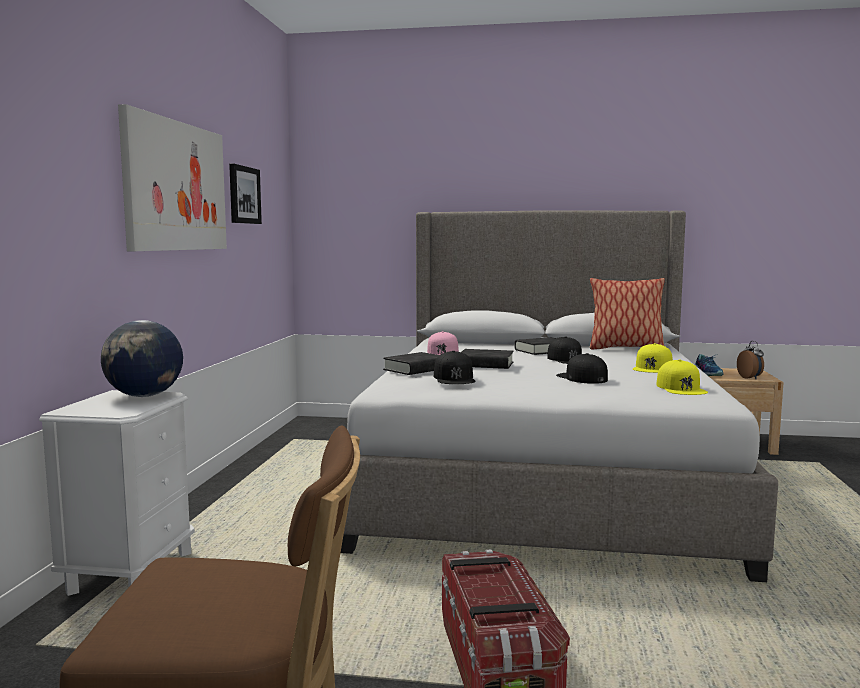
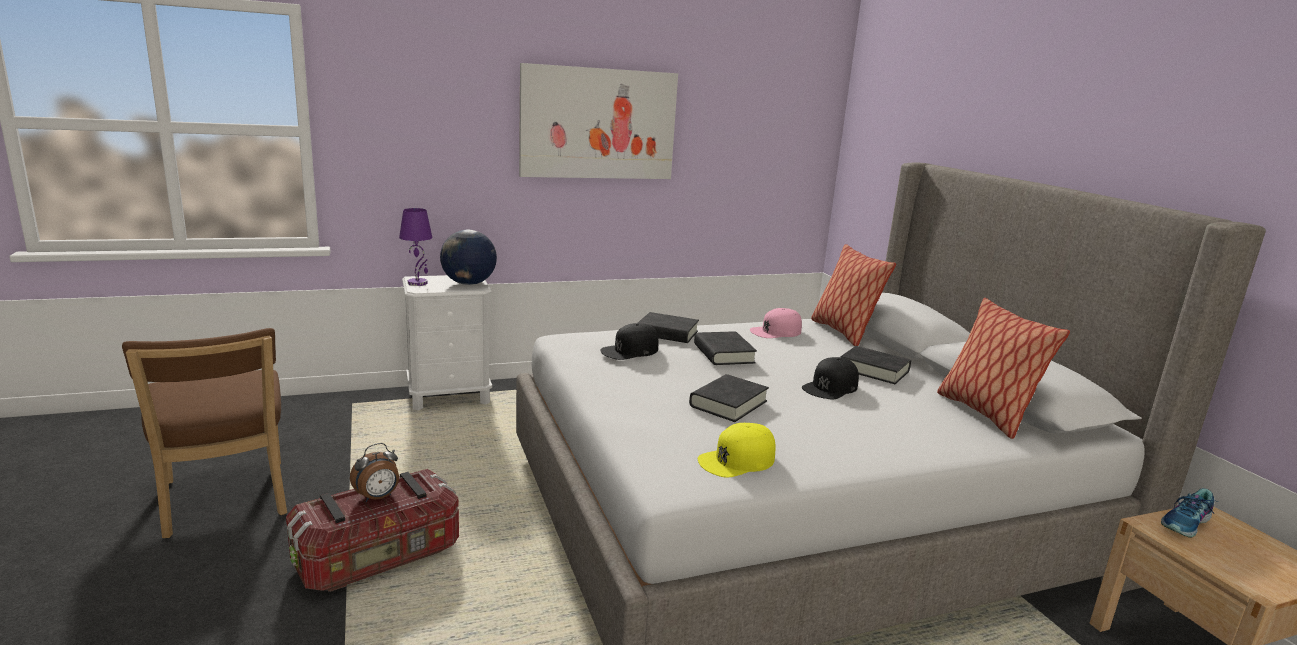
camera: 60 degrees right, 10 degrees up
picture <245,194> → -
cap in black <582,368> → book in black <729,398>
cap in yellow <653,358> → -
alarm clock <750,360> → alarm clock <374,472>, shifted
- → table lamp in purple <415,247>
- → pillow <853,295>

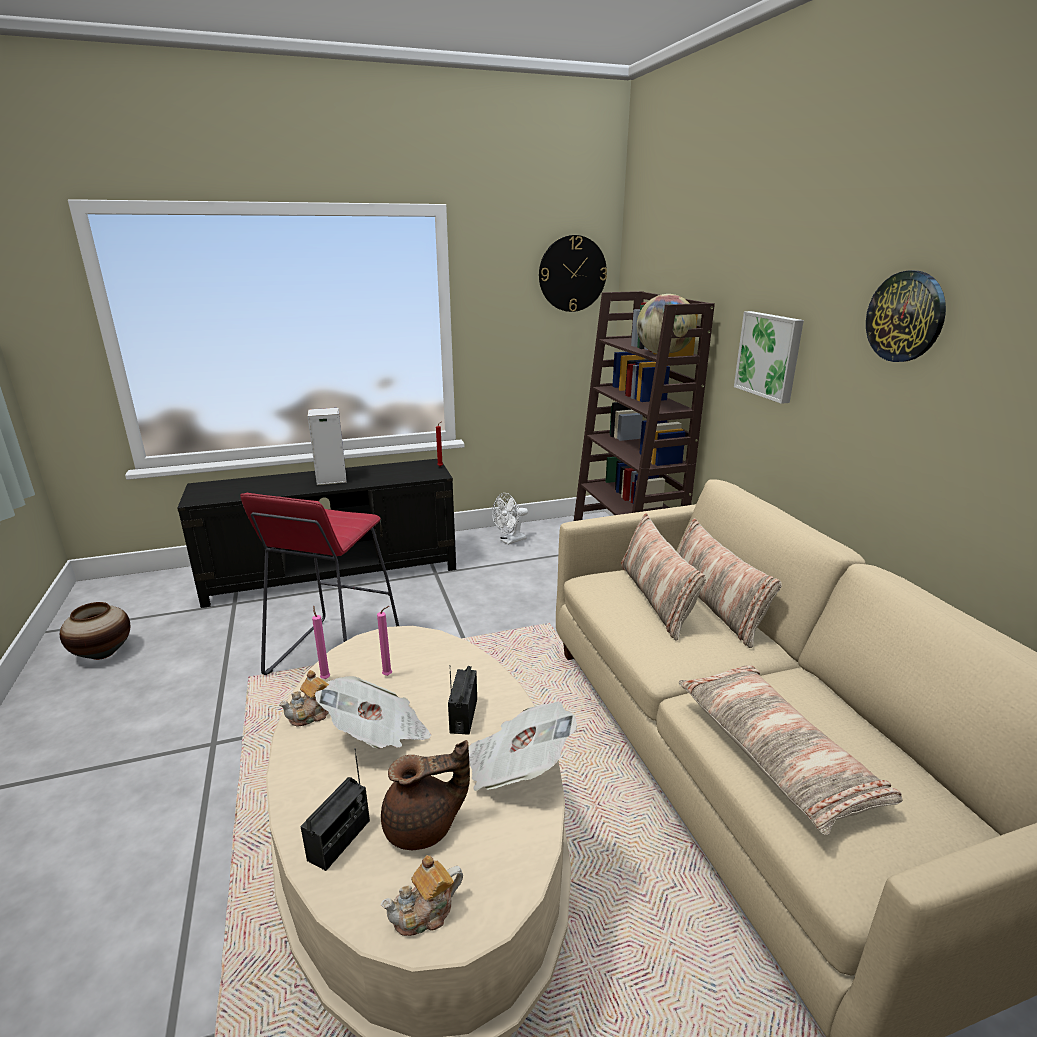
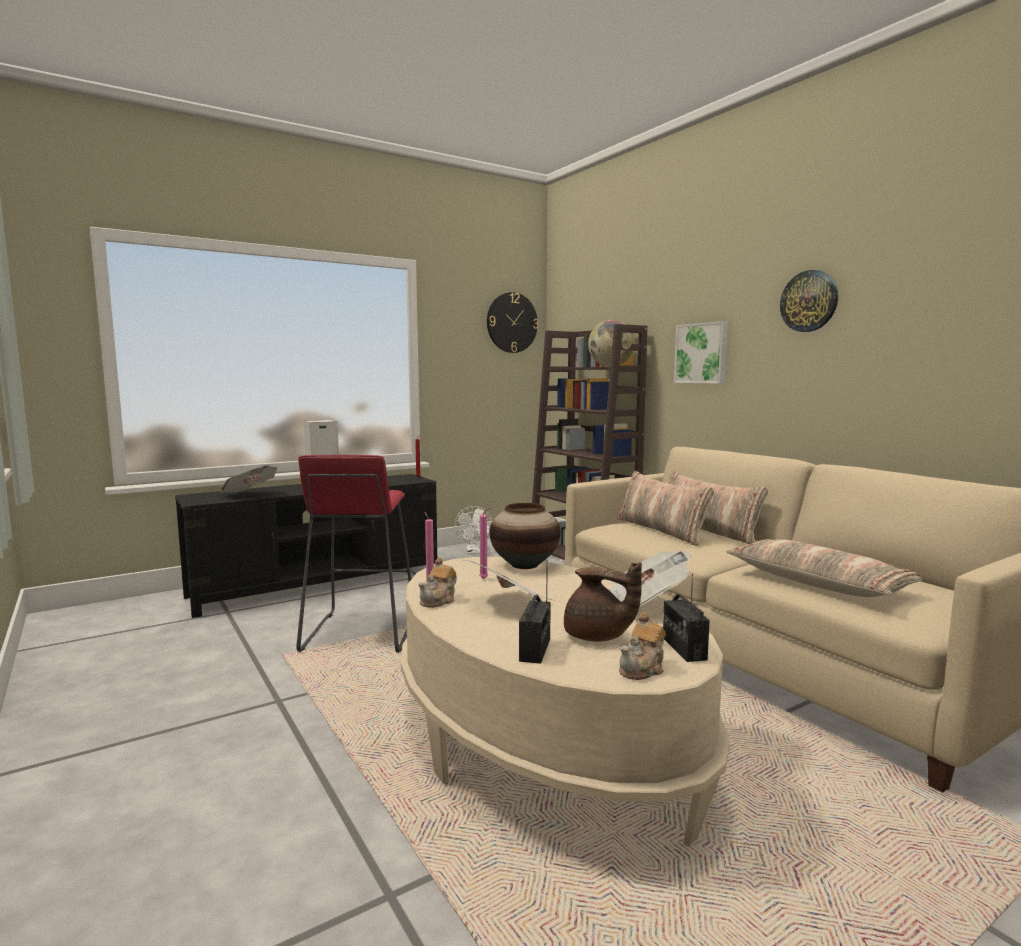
camera: 15 degrees left, 15 degrees down
vase <95,631> → vase <525,536>, shifted
teapot in brown <425,795> → teapot in brown <603,602>, 60 degrees clockwise
radio <462,700> → radio <686,618>, shifted
fan in white <510,519> → fan in white <473,530>, 45 degrees counterclockwise
- → newspaper <248,479>

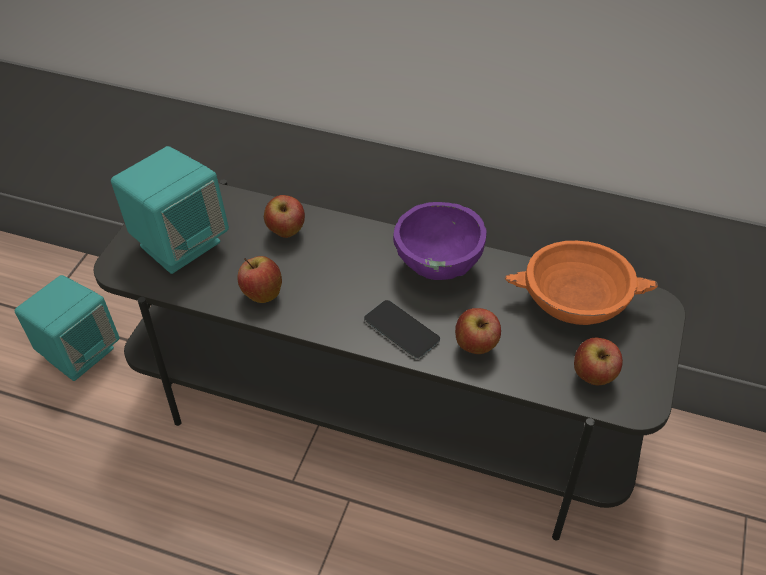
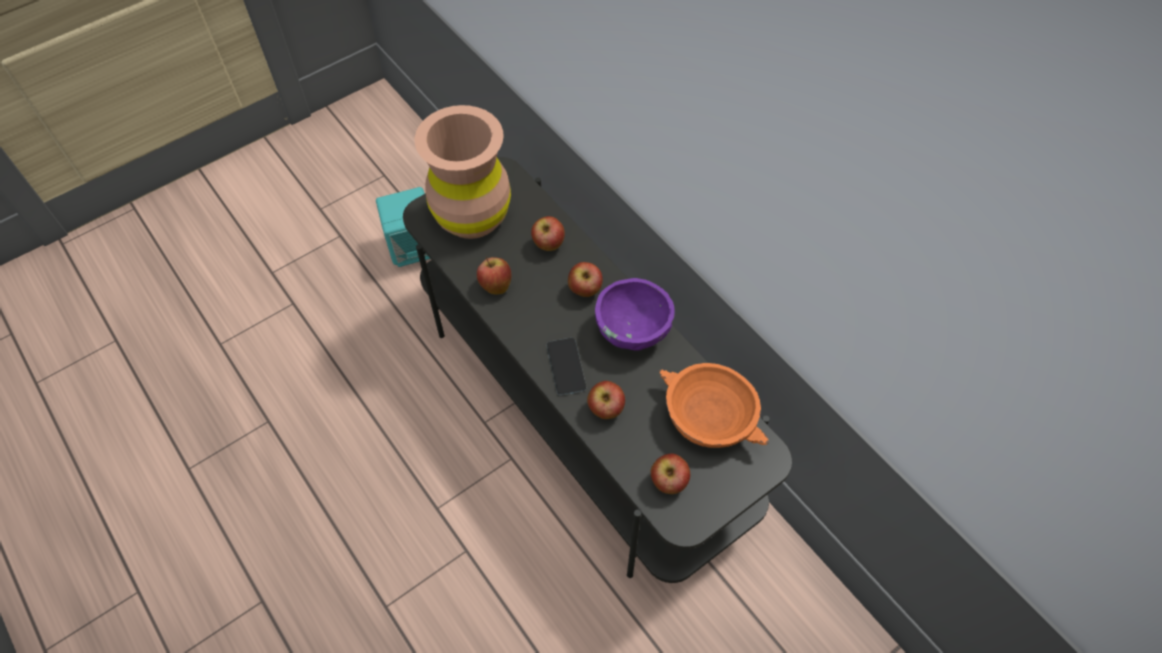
camera: 35 degrees right, 10 degrees up
speaker in turquoise <170,210> → vase in brown <463,172>
- → apple <585,279>

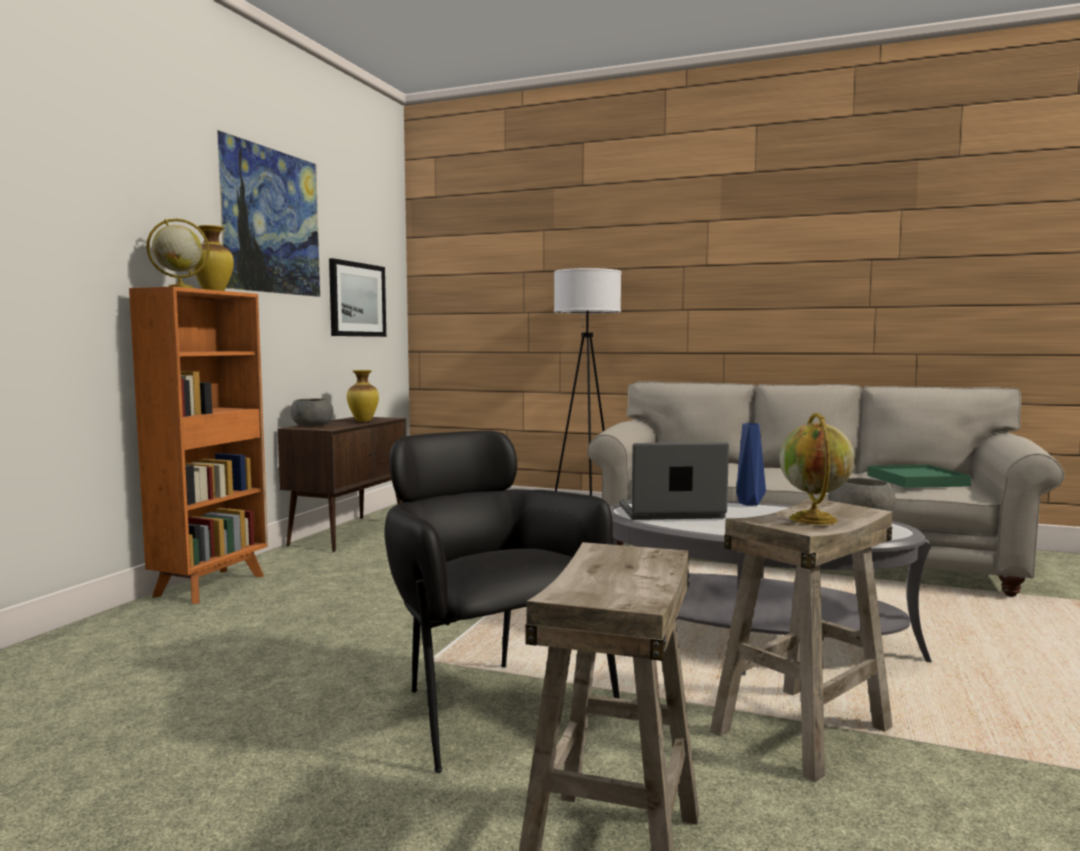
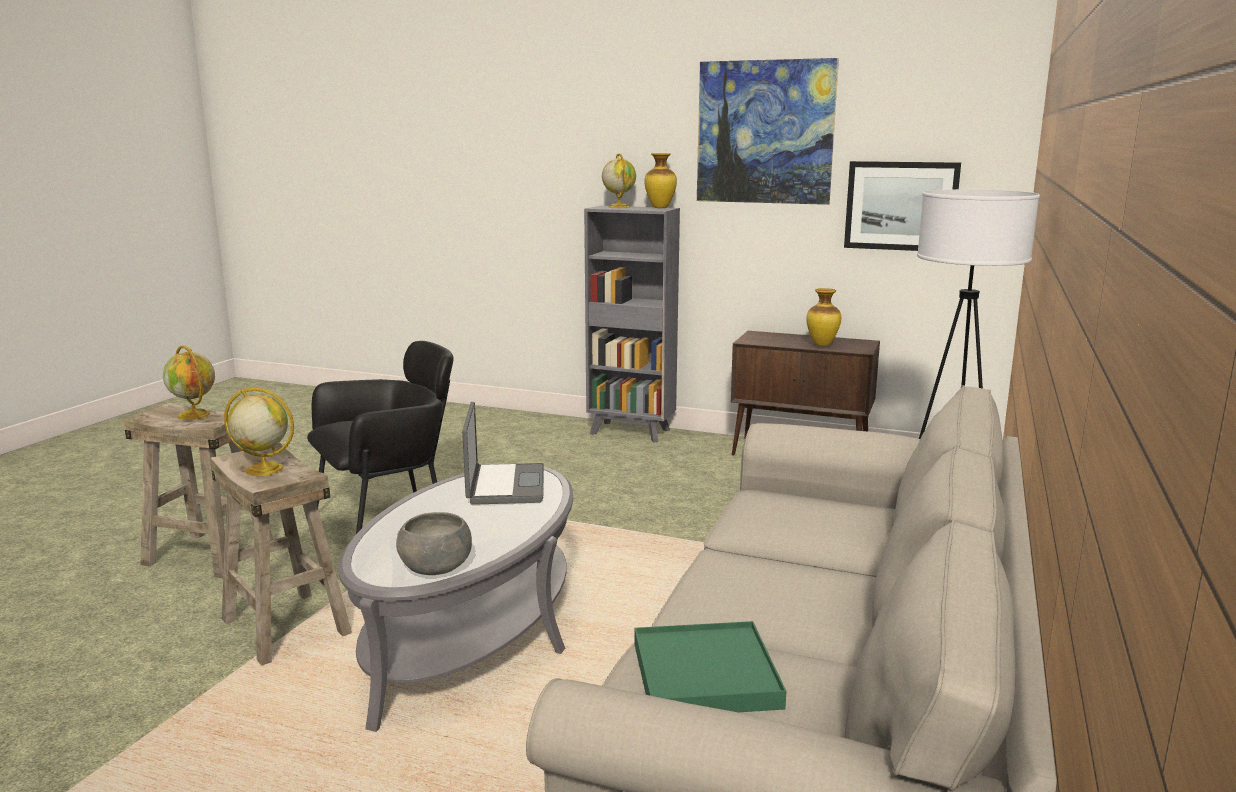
camera: 90 degrees right, 10 degrees up
bookcase in orange <198,445> → bookcase in grey <632,324>
bowl in grey <312,412> → -
vase in blue <751,464> → -
- → globe <189,382>

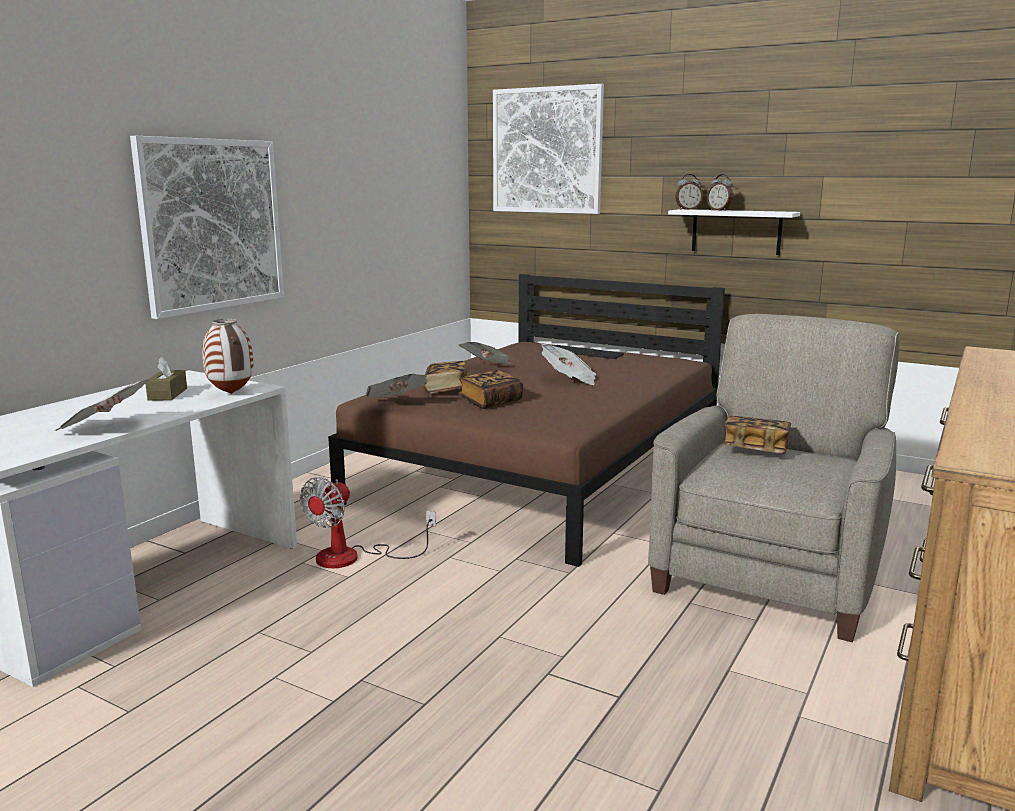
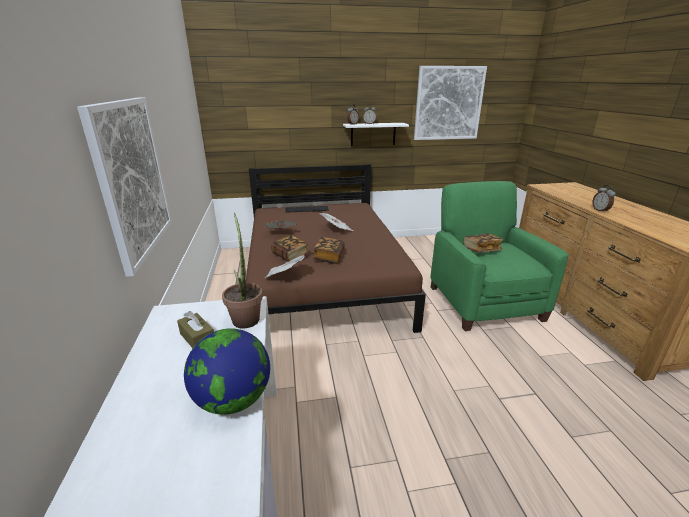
camera: 40 degrees left, 10 degrees up
newspaper <102,405> → globe <227,371>
vase <228,356> → potted plant <242,270>
fan <368,522> → -
picture <548,149> → picture <450,103>, shifted
armchair in beige <774,478> → armchair in green <500,256>
- → alarm clock <604,199>

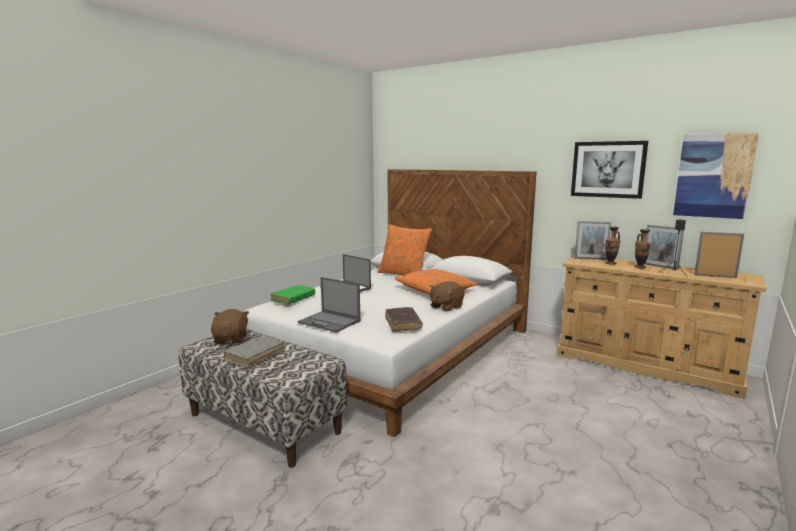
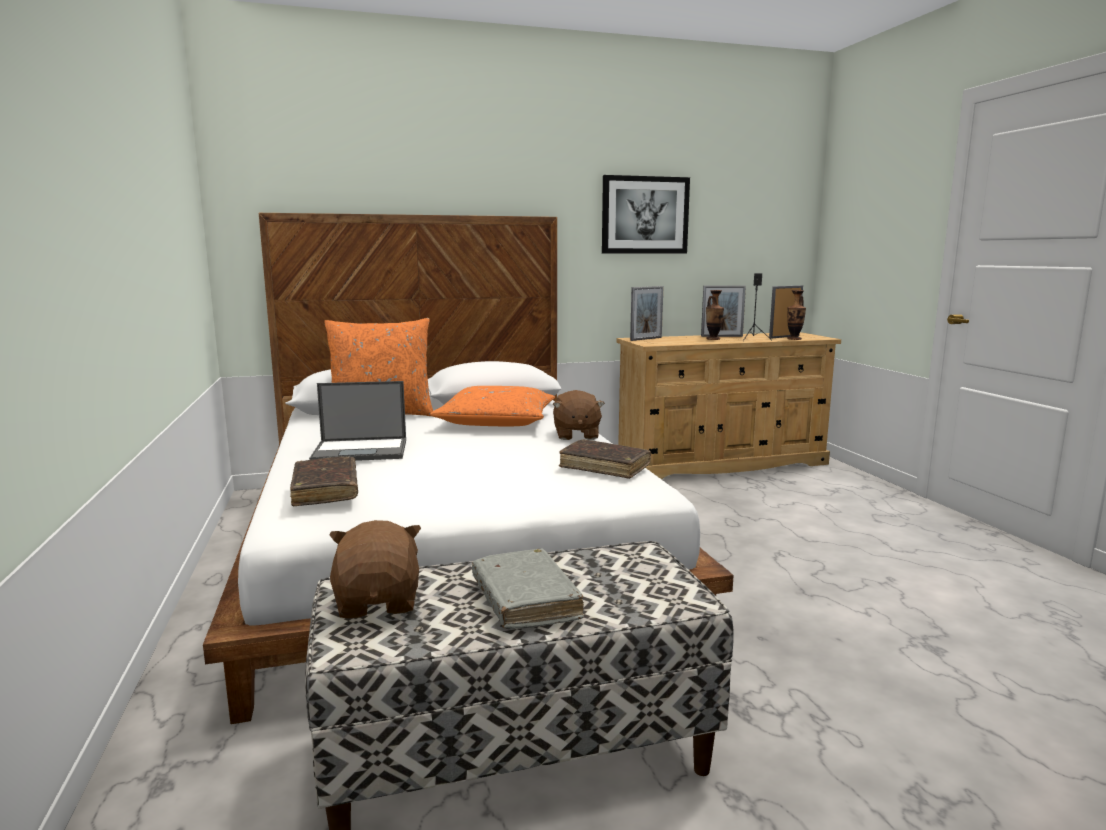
camera: 50 degrees left, 0 degrees up
plush toy in brown <230,326> → plush toy in brown <375,569>, 45 degrees clockwise
book in green <292,294> → book in brown <324,481>
laptop <329,305> → -
vase <612,246> → vase <796,315>, shifted
picture <716,176> → -

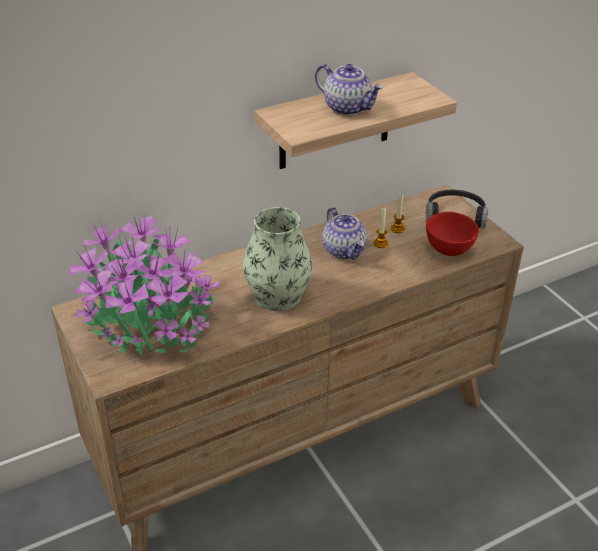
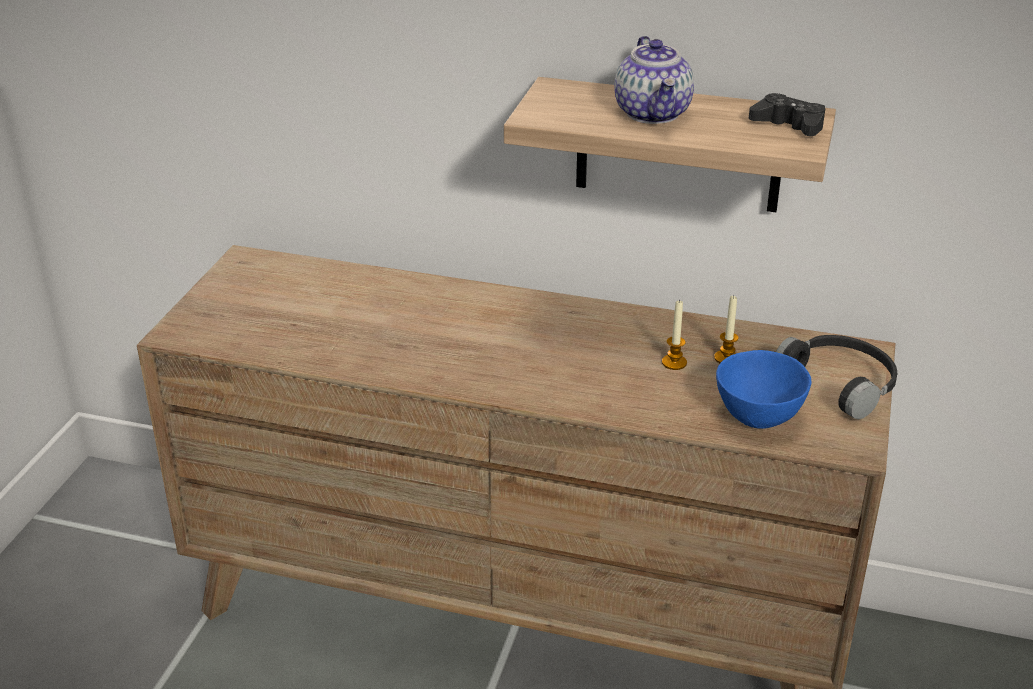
camera: 45 degrees right, 5 degrees down
potted plant <144,285> → -
vase <277,259> → -
teapot <344,233> → -
bowl in red <452,234> → bowl in blue <763,389>
- → game controller in black <787,114>

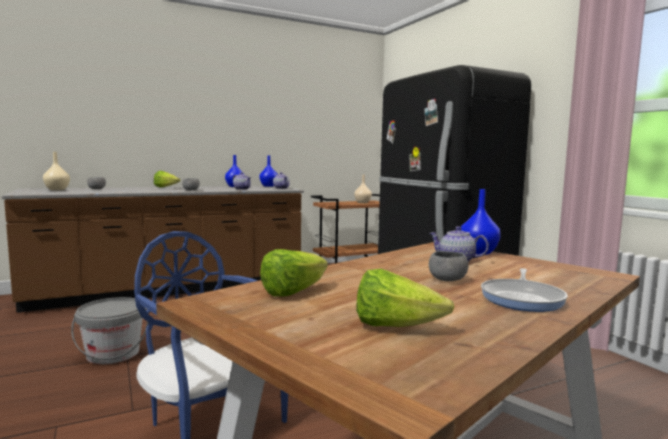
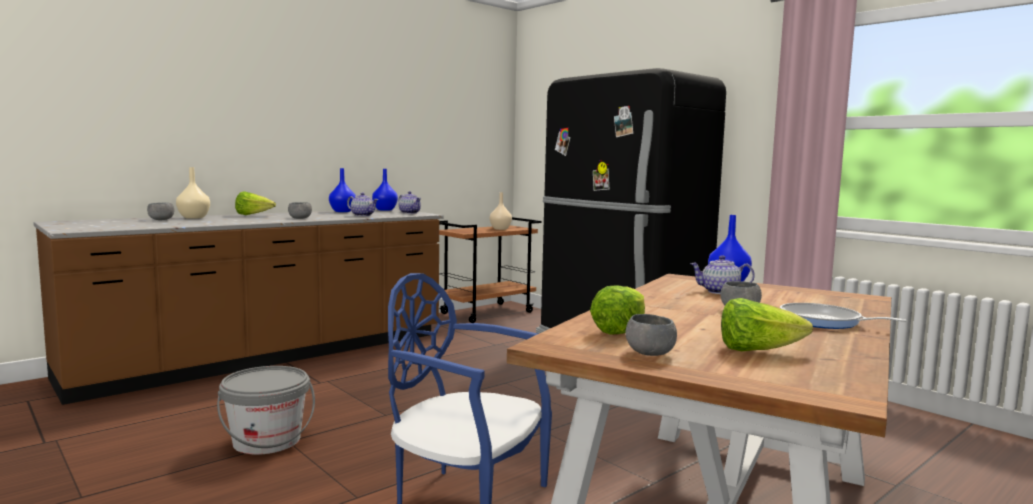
camera: 15 degrees left, 0 degrees up
vase in beige <56,171> → vase in beige <193,193>, shifted
frying pan <524,290> → frying pan <843,316>, 120 degrees clockwise
- → bowl in grey <651,335>

